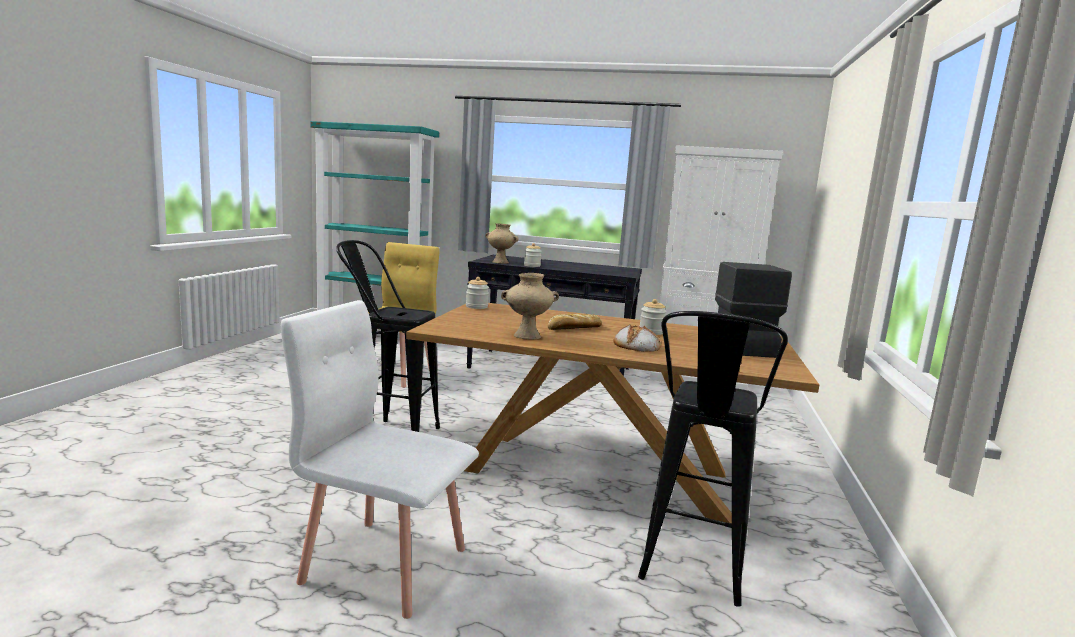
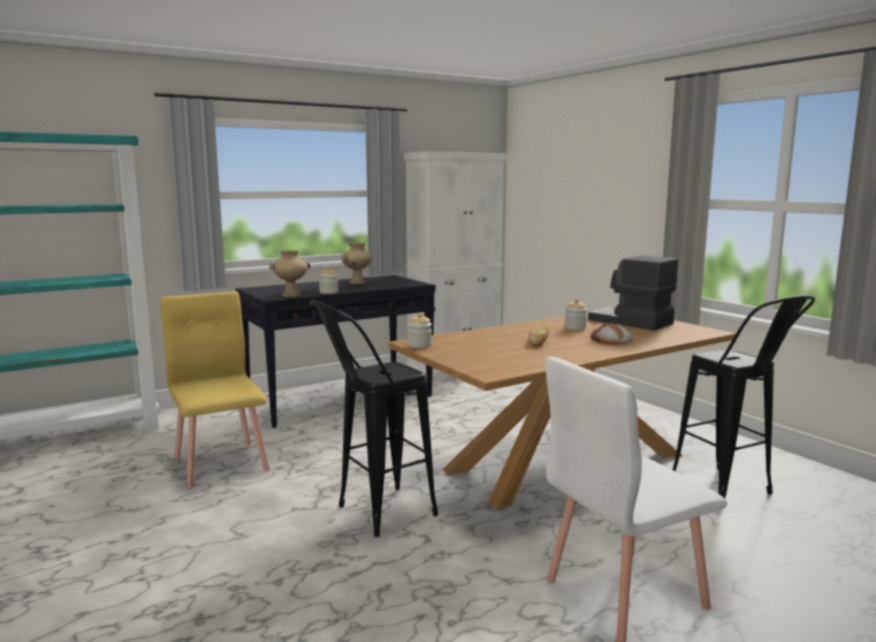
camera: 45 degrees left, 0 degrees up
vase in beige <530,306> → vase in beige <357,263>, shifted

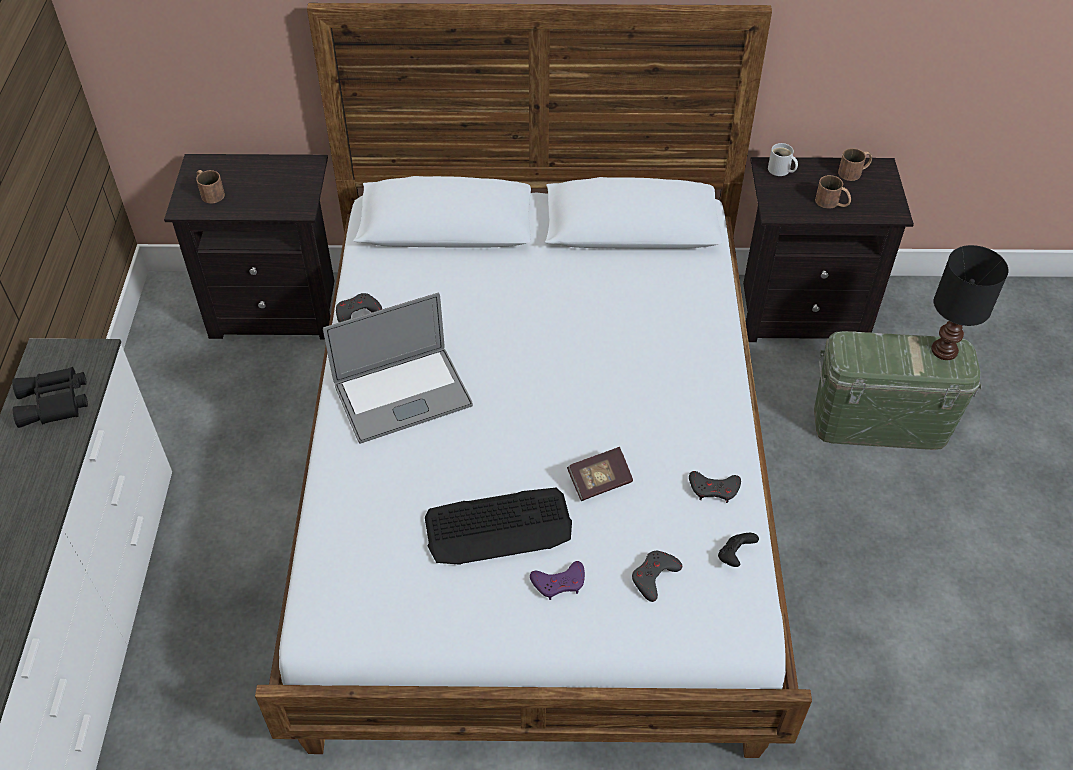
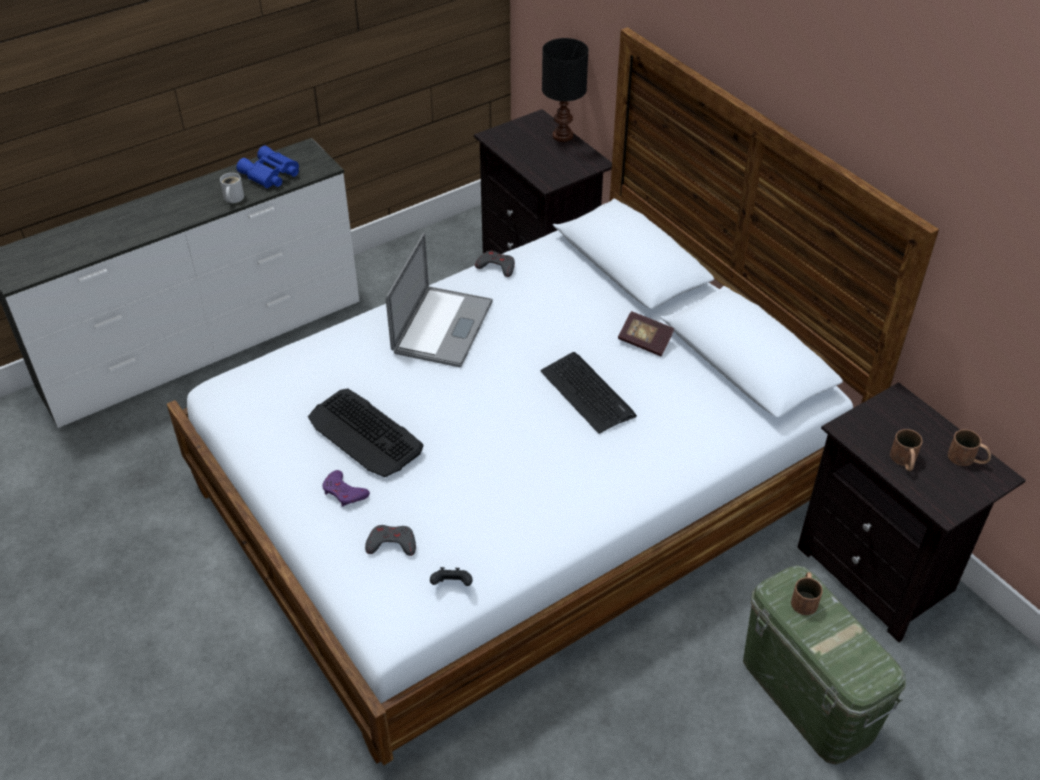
camera: 55 degrees right, 5 degrees down
binoculars in black <50,397> → binoculars in blue <267,167>
mug in brown <210,187> → mug in brown <807,593>, shifted
laptop <398,368> → laptop <439,300>, 105 degrees counterclockwise
book <600,474> → book <646,333>, shifted
game controller in grey <715,487> → -
mug in white <783,159> → mug in white <232,188>, shifted
table lamp in black <969,302> → table lamp in black <565,90>, shifted
- → keyboard <588,393>

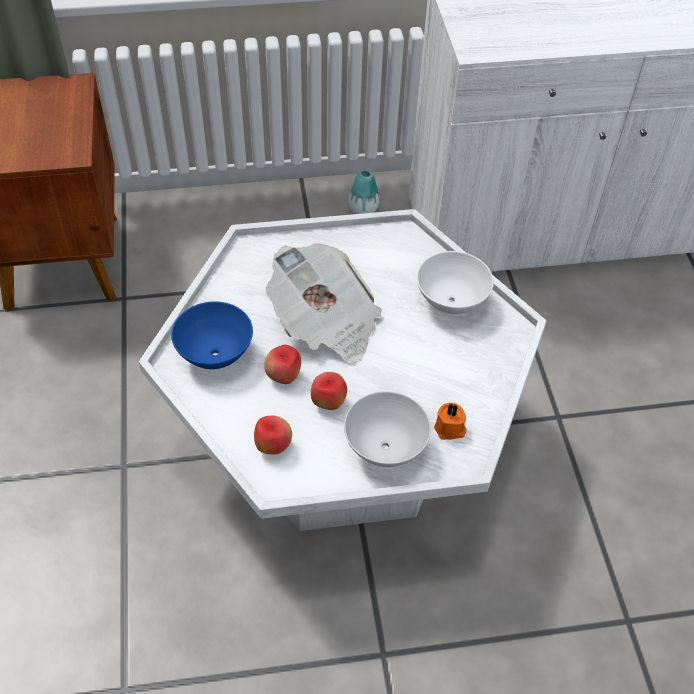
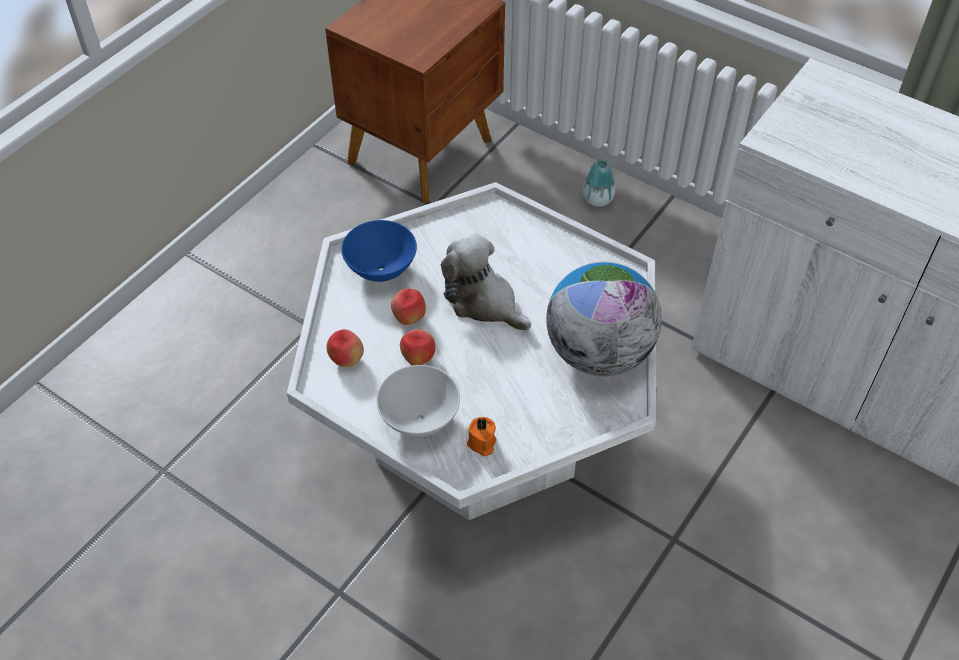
camera: 45 degrees right, 0 degrees up
newspaper <324,303> → plush toy <486,282>
vase <364,192> → vase <599,183>, shifted
bowl in white <455,282> → globe <604,319>

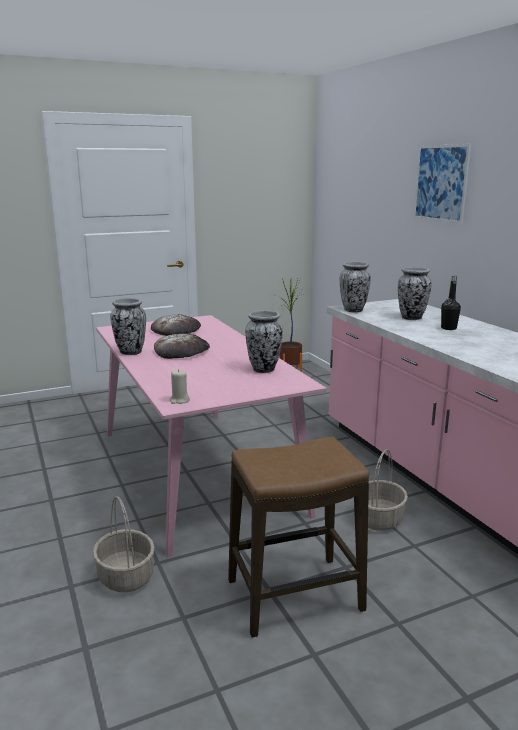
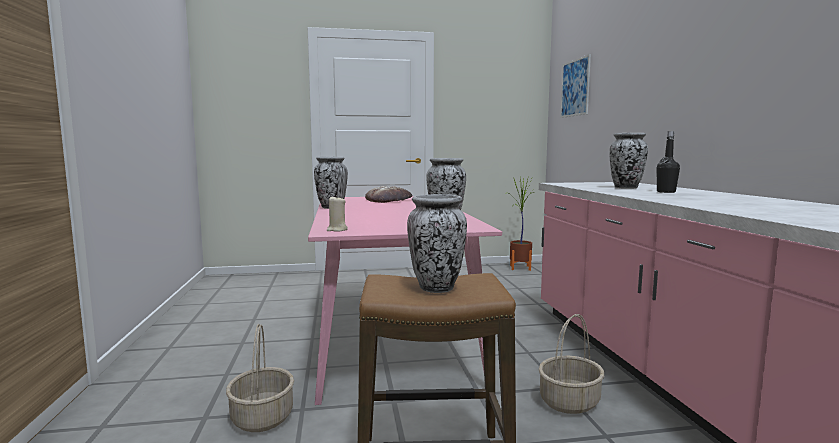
camera: 15 degrees right, 10 degrees down
bread <182,346> → -
vase <355,287> → vase <437,243>, shifted
picture <442,184> → picture <575,86>, shifted

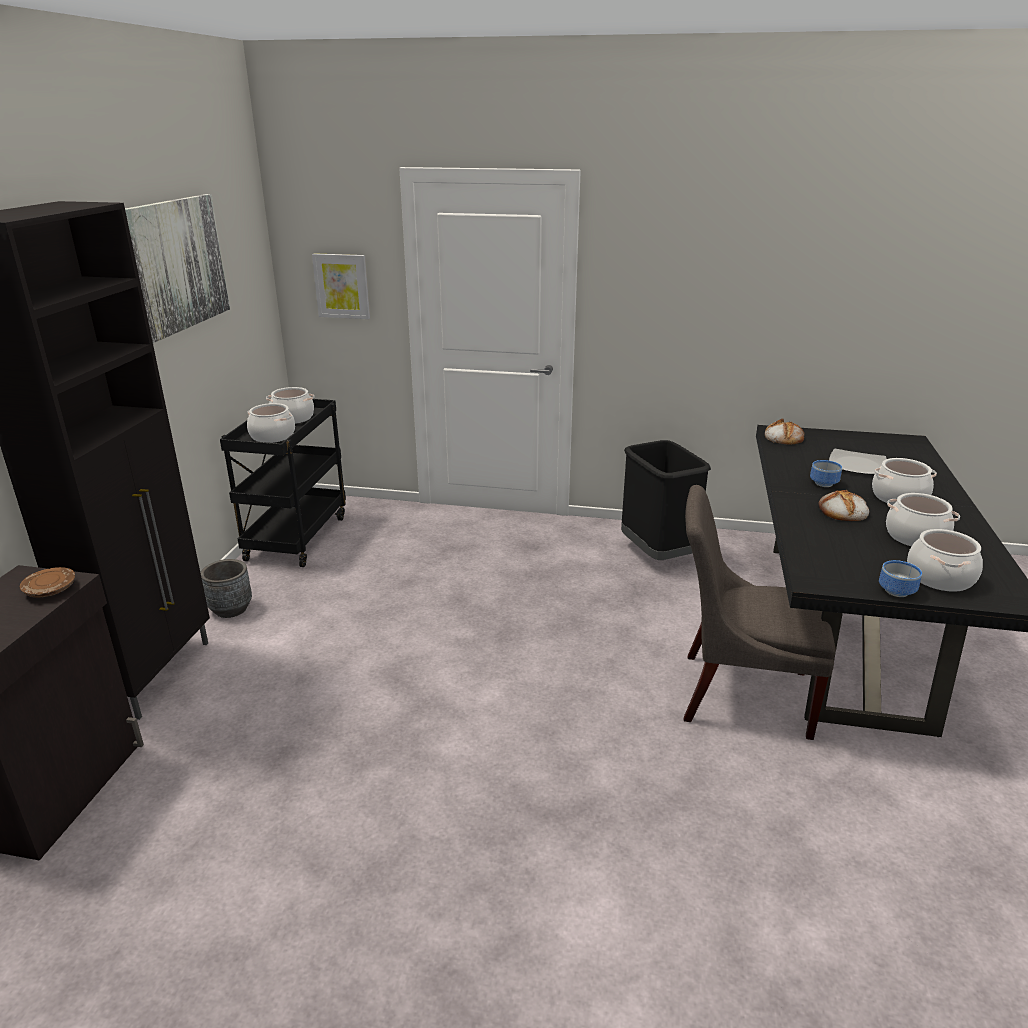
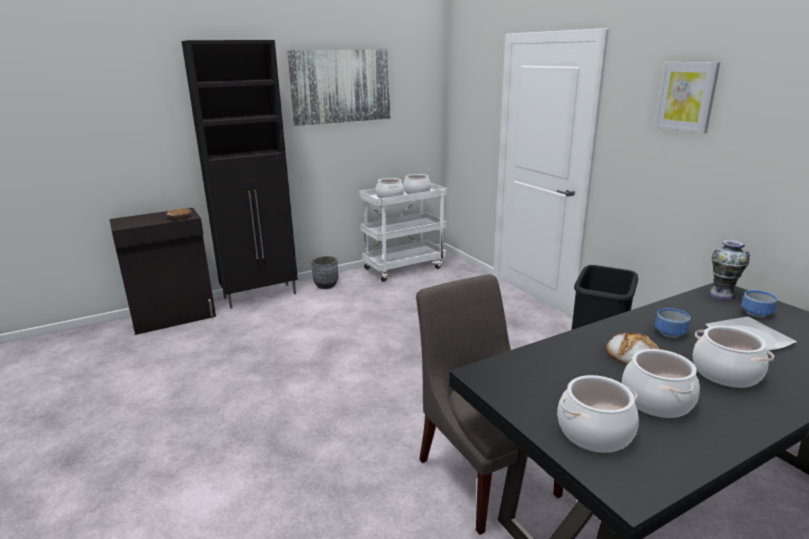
camera: 50 degrees right, 5 degrees down
cart in black <283,483> → cart in white <403,232>
picture <341,286> → picture <687,98>, shifted
bread <784,431> → vase <729,270>
bowl <900,578> → bowl <760,304>, shifted

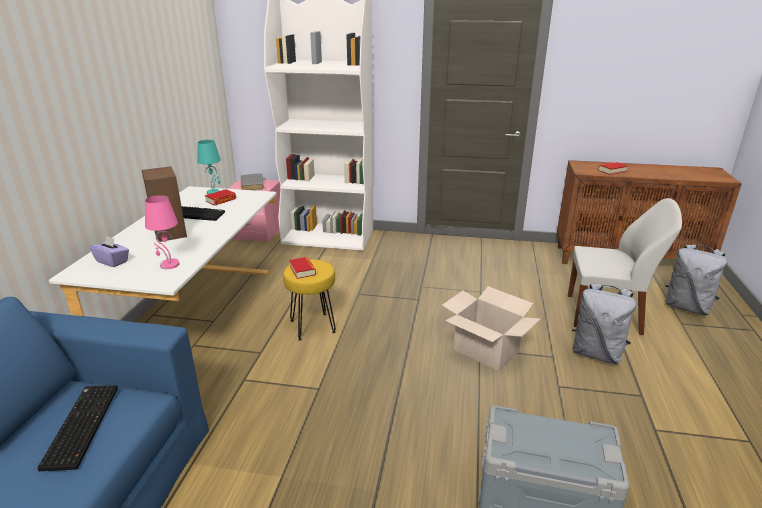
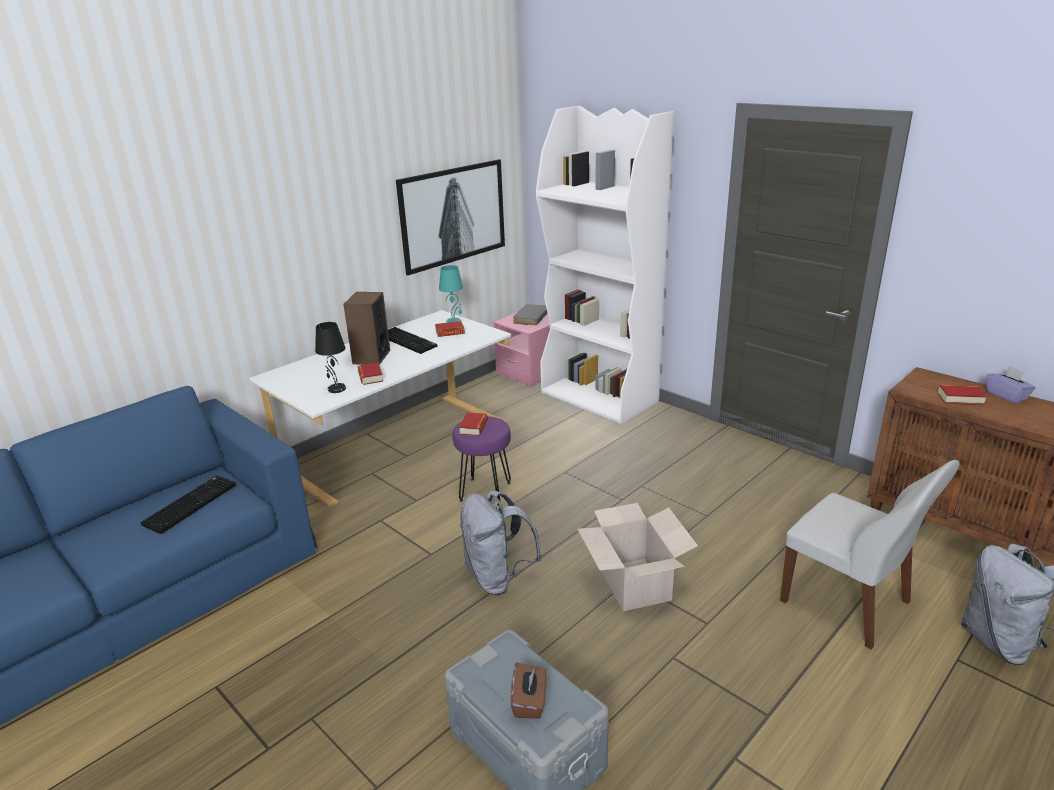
camera: 35 degrees right, 0 degrees up
tissue box in purple <109,251> → tissue box in purple <1011,385>, shifted
table lamp in pink <162,232> → table lamp in black <330,357>
stool in yellow <309,300> → stool in purple <482,461>
backpack in grey <604,323> → backpack in grey <501,543>, shifted
- → book <370,373>
- → picture <450,217>
- → tissue box in brown <528,690>

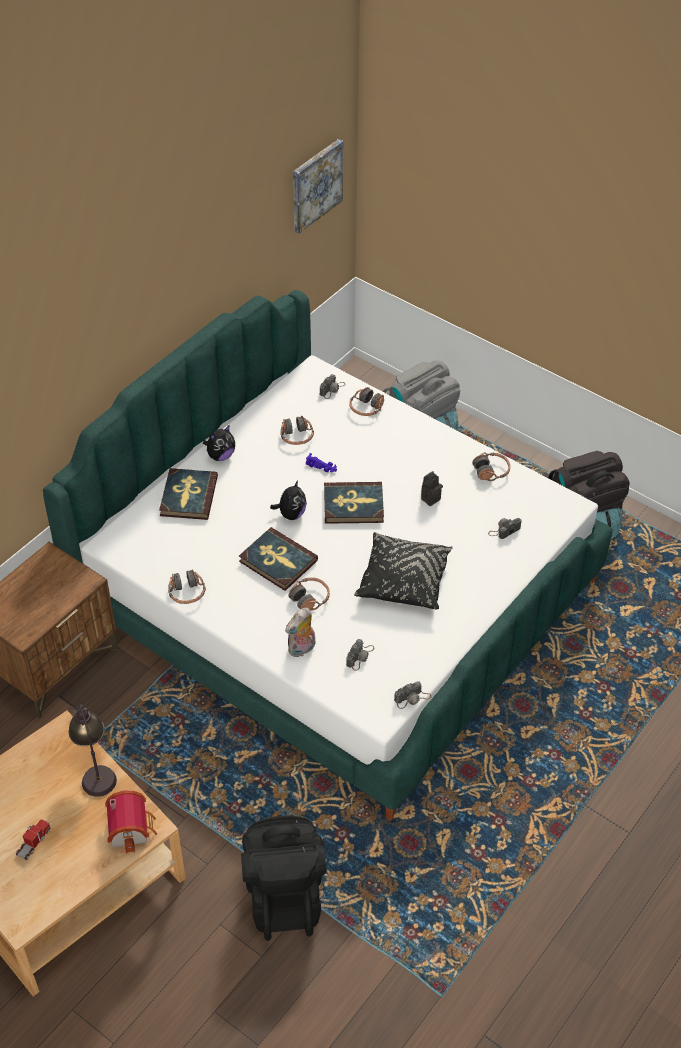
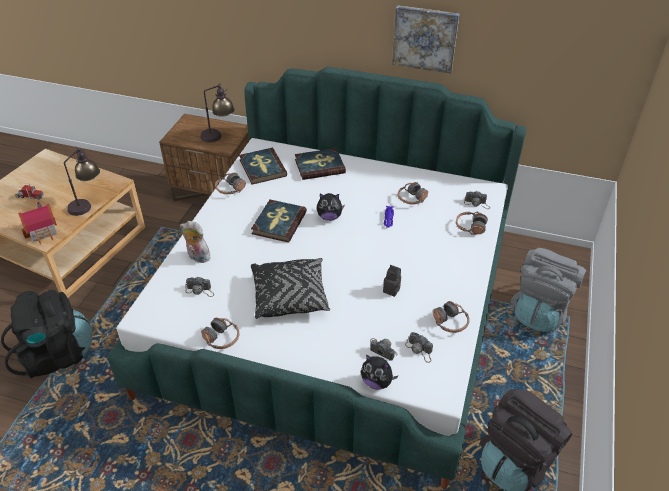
camera: 70 degrees right, 5 degrees down
plush toy <219,443> → plush toy <379,372>, shifted
headphones <309,593> → headphones <220,333>, shifted
picture <318,186> → picture <426,39>, shifted
book <354,503> → book <263,166>, shifted
photo camera <413,695> → photo camera <419,347>, shifted
- → table lamp <217,113>

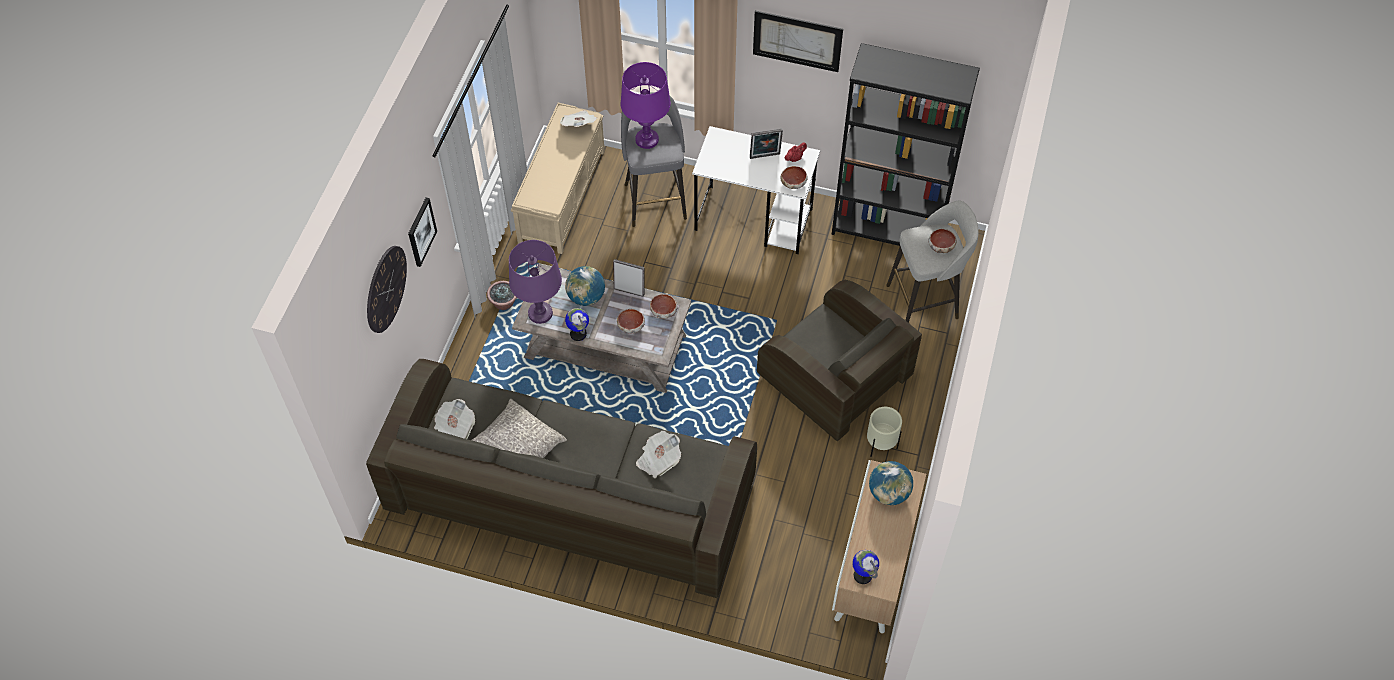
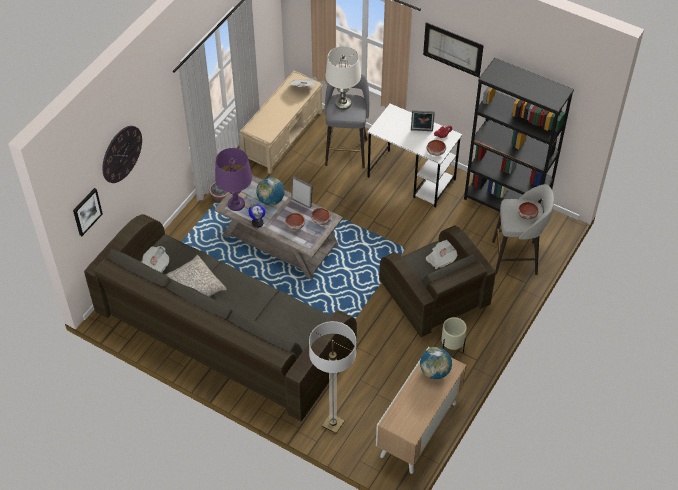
camera: 15 degrees right, 5 degrees down
picture <422,232> → picture <88,212>, shifted
table lamp in purple <646,105> → table lamp in white <343,78>
newspaper <658,454> → newspaper <441,254>, shifted
globe <865,567> → -
- → floor lamp <332,377>

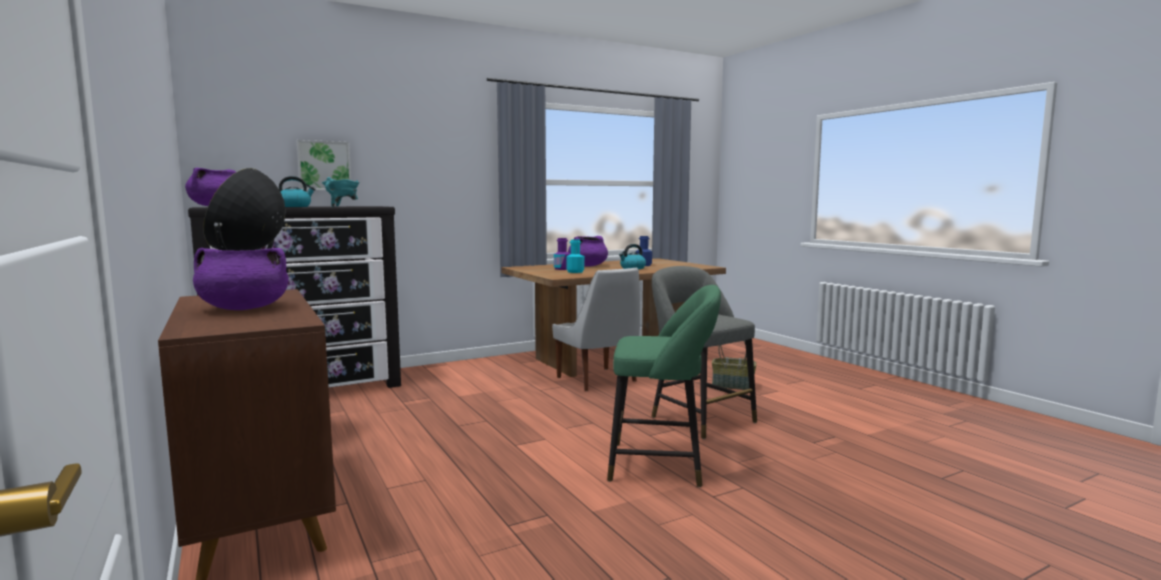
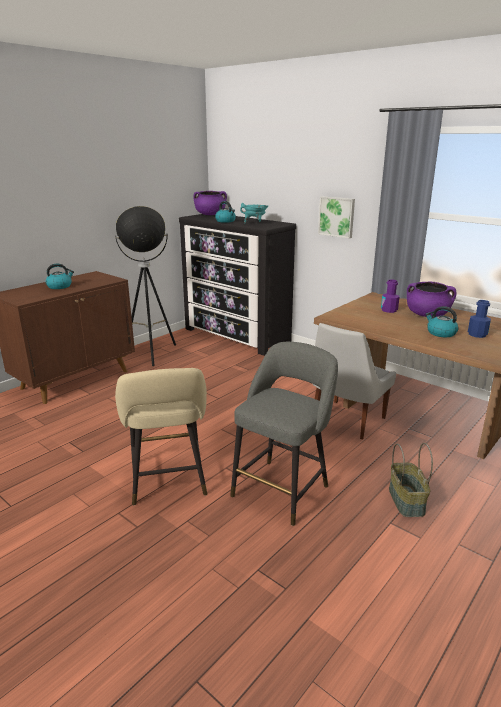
camera: 70 degrees right, 15 degrees up
cooking pot in purple <241,279> → kettle <60,276>
picture <324,165> → picture <336,217>, shifted
bottle in turquoise <575,256> → -
stool in green <664,386> → stool in beige <161,436>

